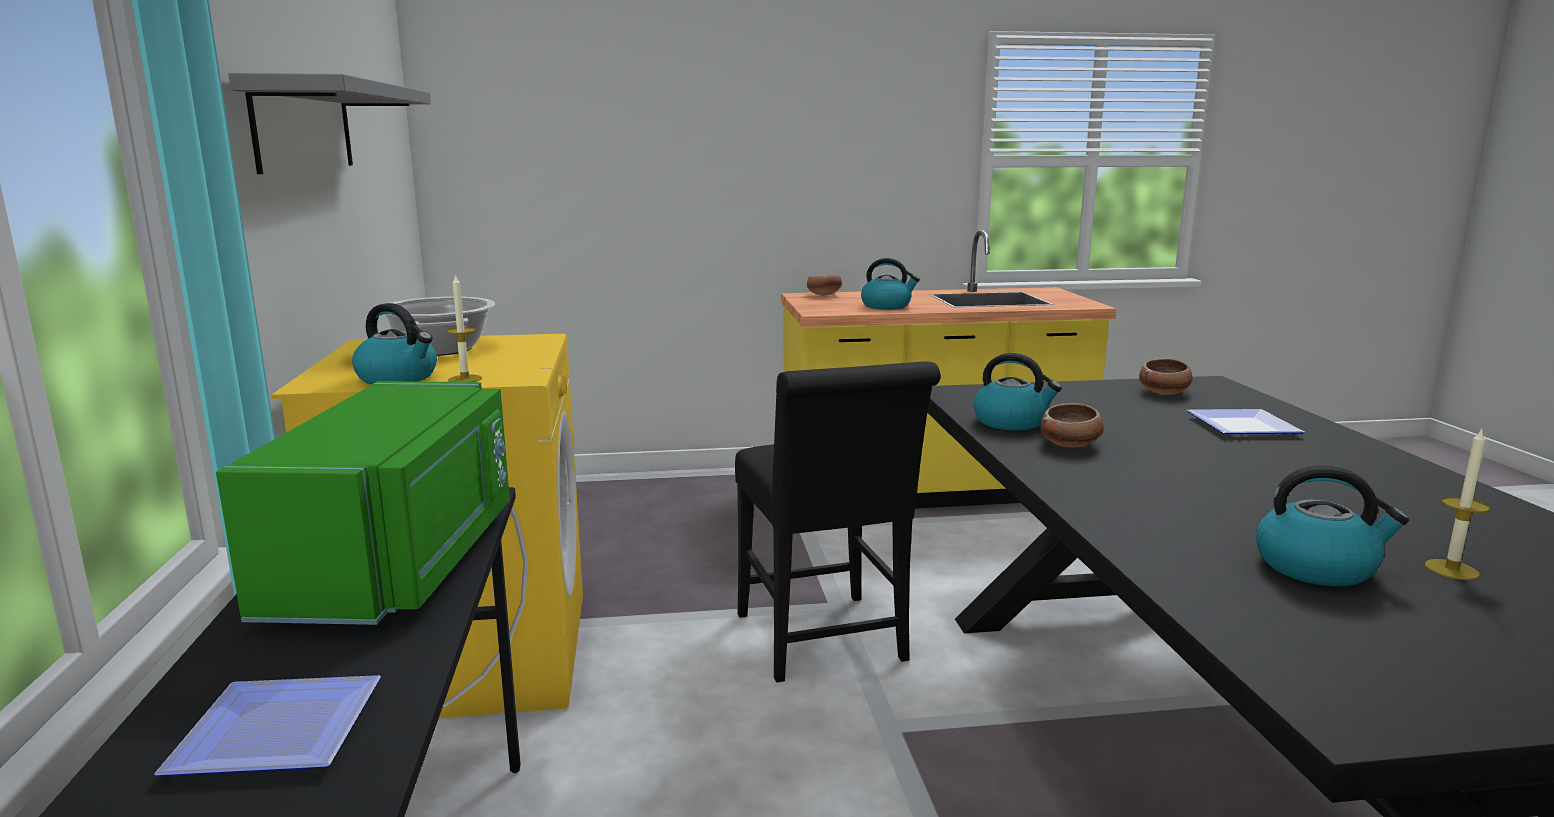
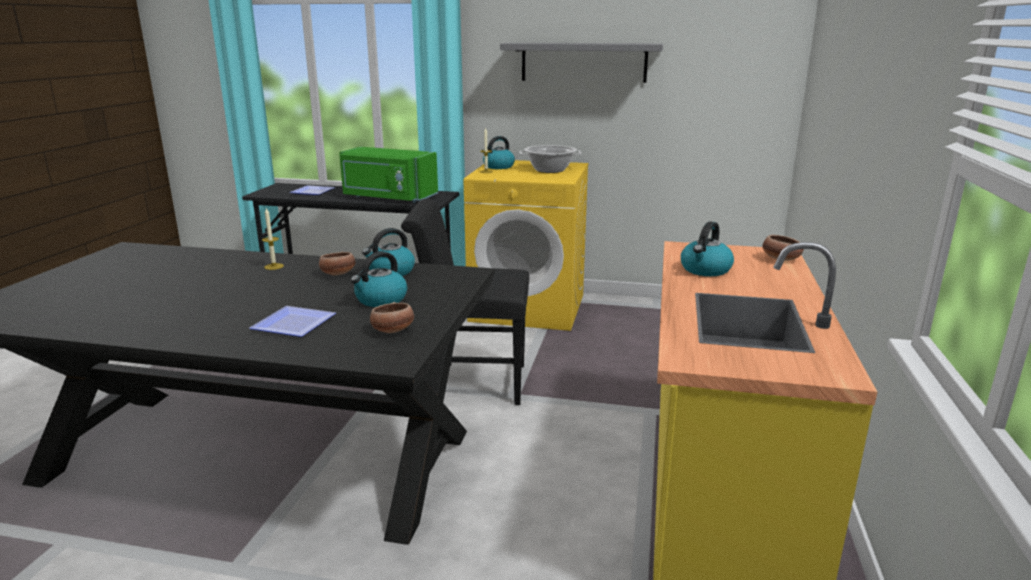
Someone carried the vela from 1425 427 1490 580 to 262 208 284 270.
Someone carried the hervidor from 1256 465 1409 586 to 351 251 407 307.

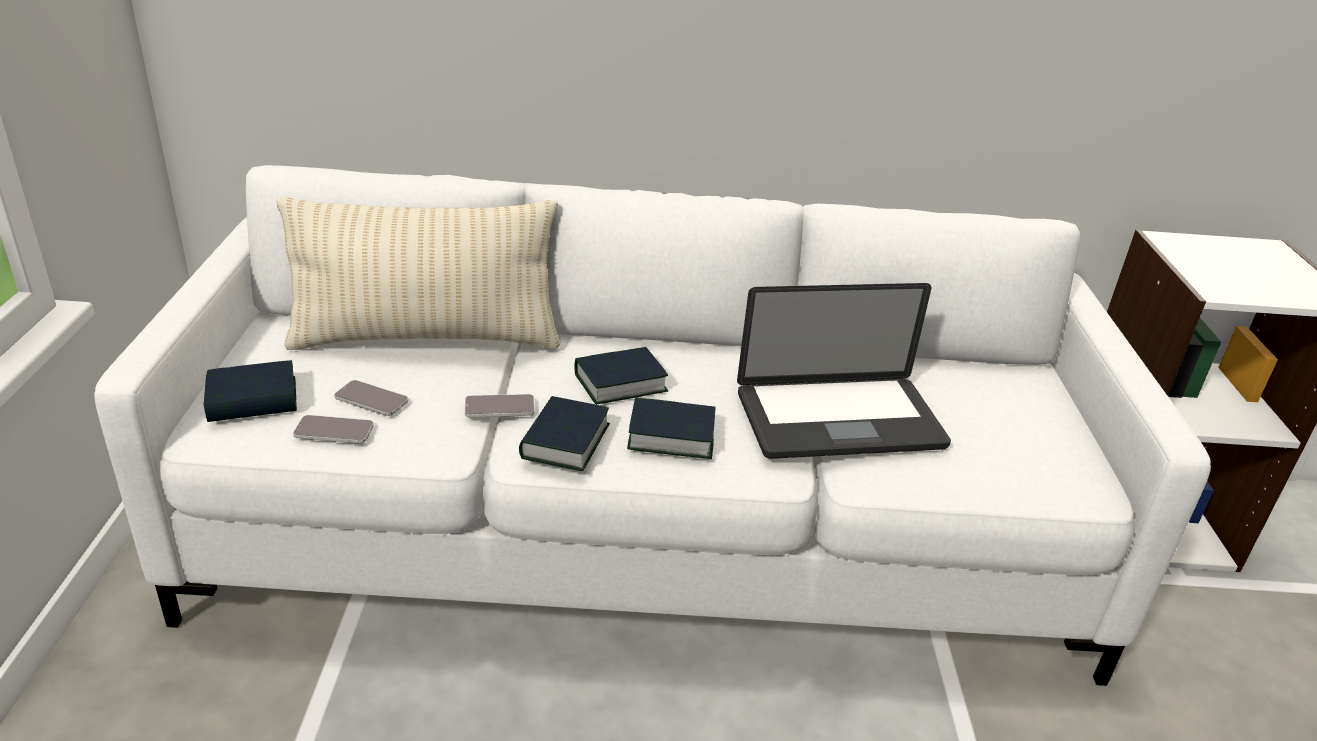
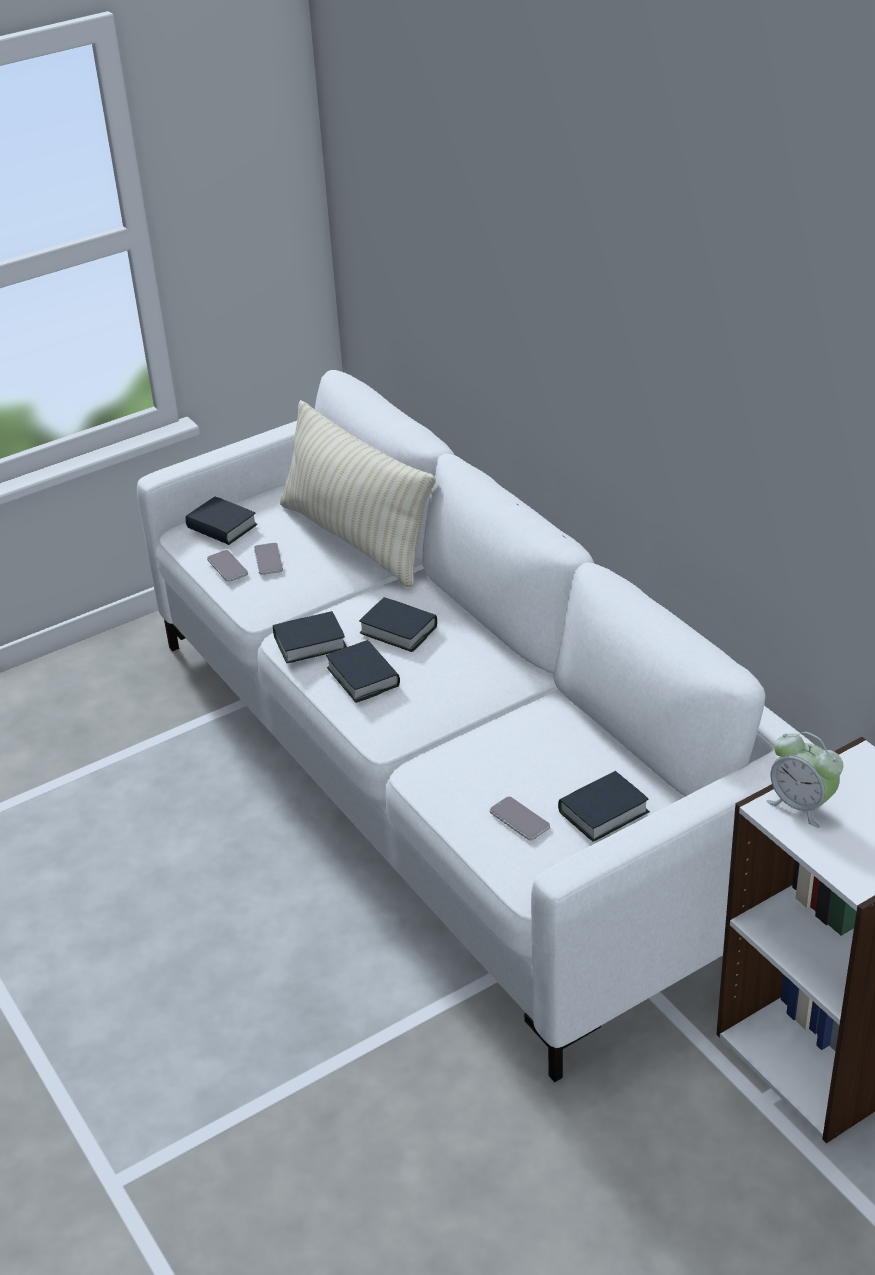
Someone took away the portátil at 737 283 951 459.
Someone carried the móvil from 465 394 535 417 to 490 796 550 840.
Someone put down the despertador at 767 732 843 828.
Someone put down the libro at 558 771 650 842.

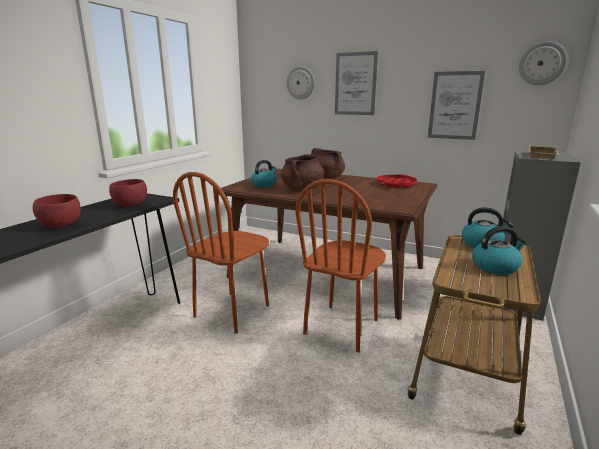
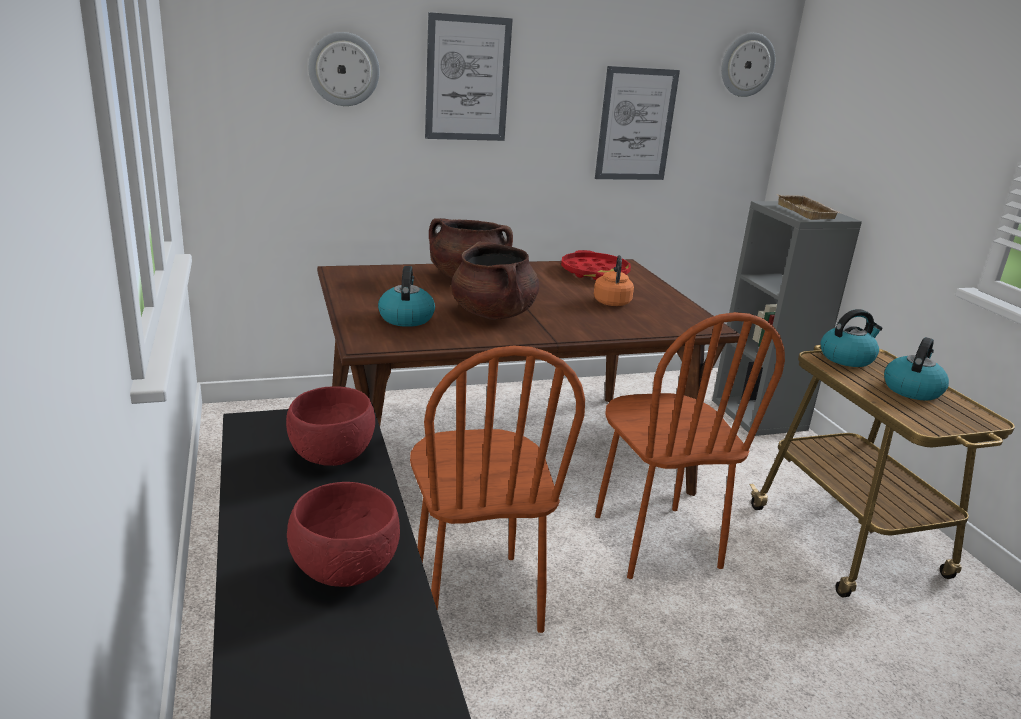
Someone put down the hervidor [naranja] at 594 255 634 306.

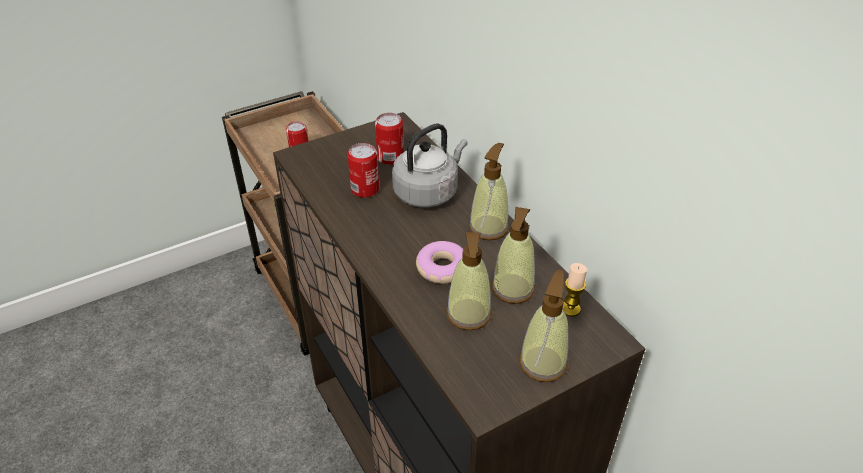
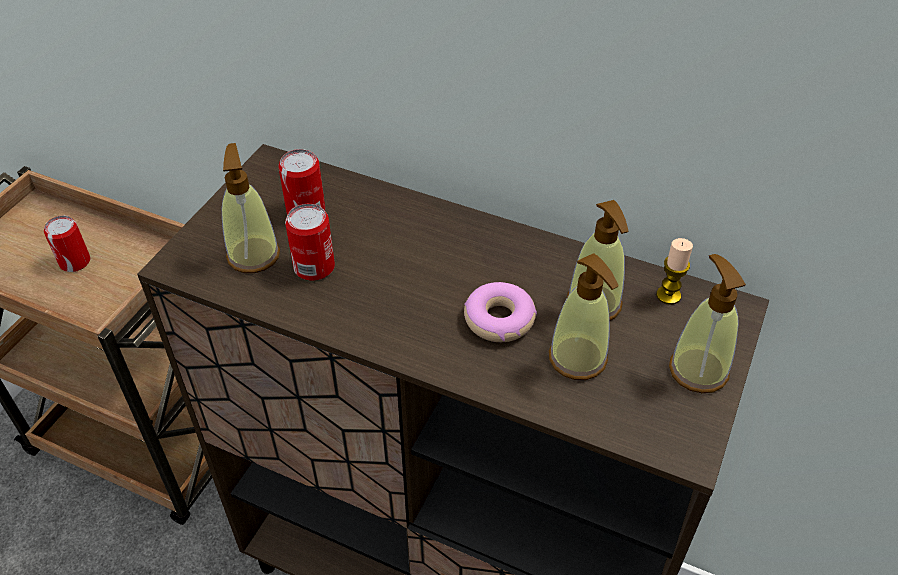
Someone took away the hervidor [gris] at 392 123 467 207.
Someone carried the dispensador de jabón from 469 143 509 240 to 222 143 280 273.

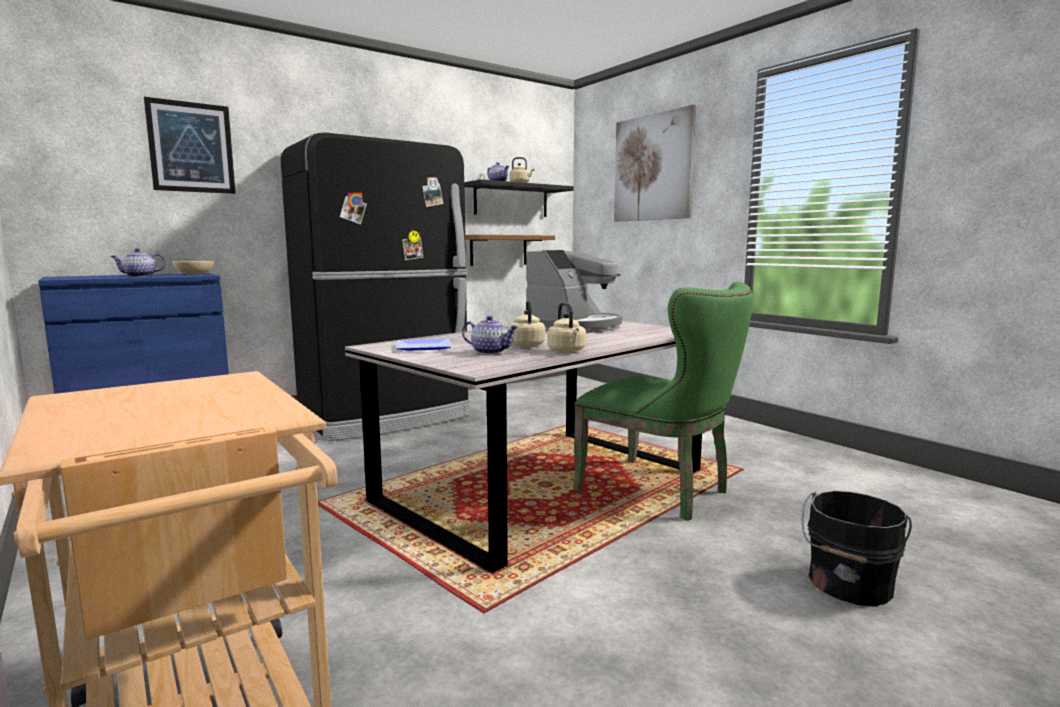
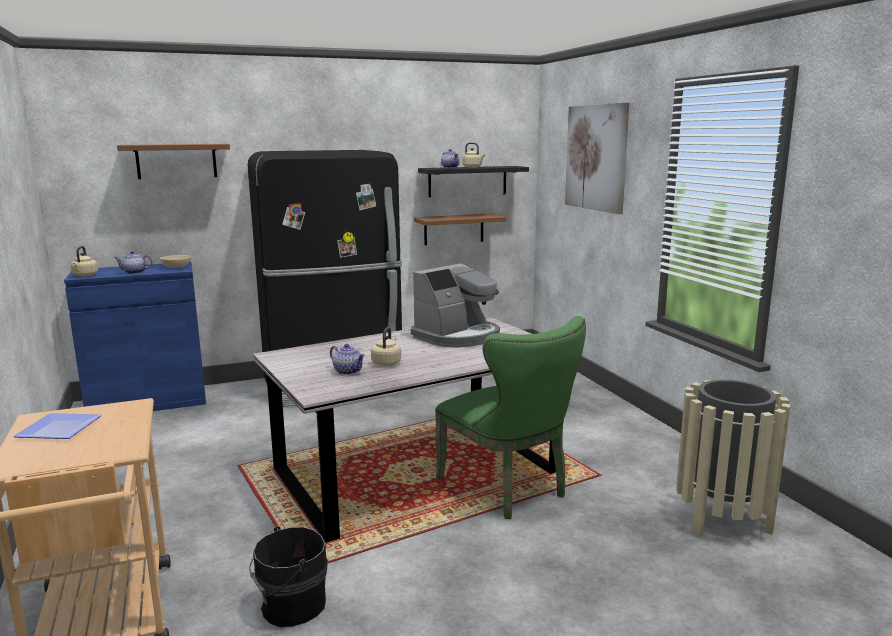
Someone swapped the cuadro at 144 97 235 194 for the estante [marrón] at 117 144 230 179.
Someone carried the hervidor [beis] from 547 302 586 353 to 71 246 98 277.
Someone carried the plato from 396 338 451 351 to 13 413 102 439.
Someone carried the cubo [negro] from 802 491 912 607 to 249 526 328 627.
Someone put down the papelera [beis] at 676 380 791 538.

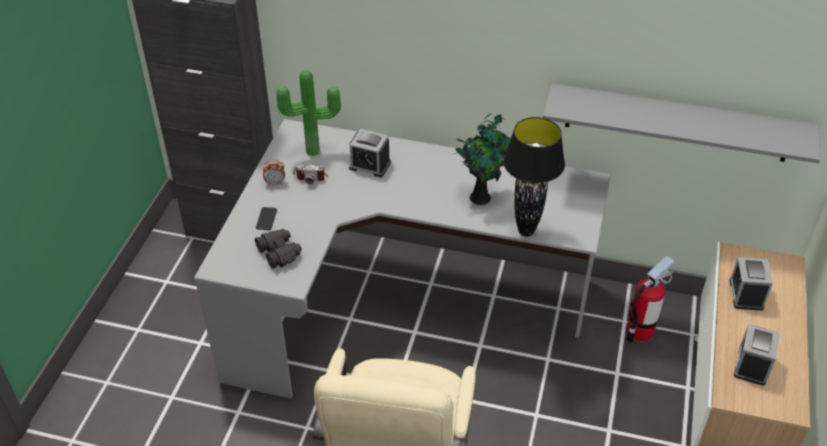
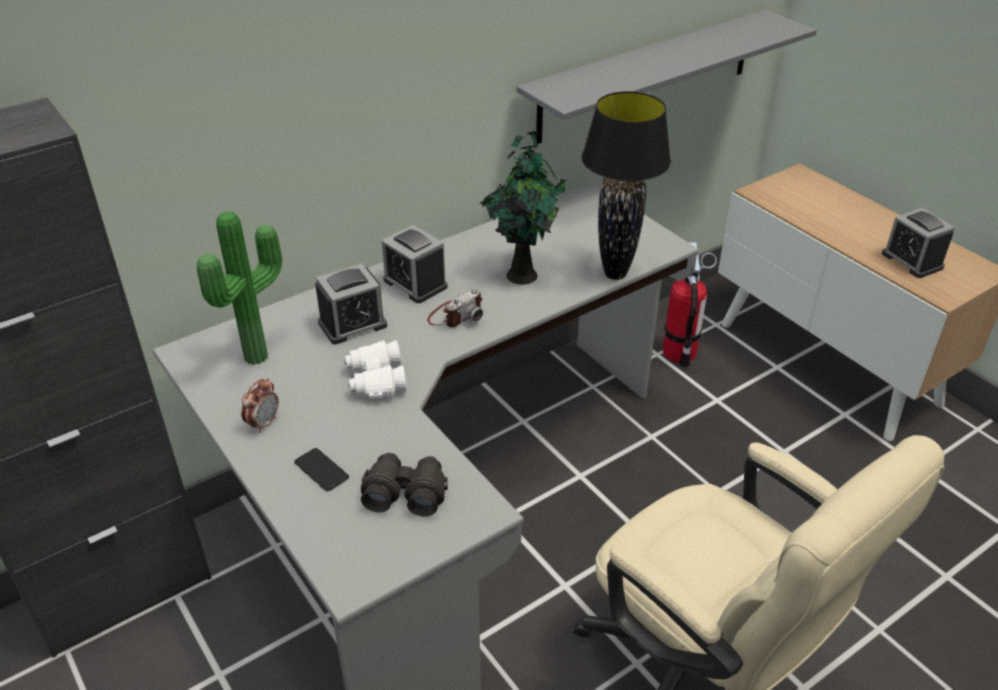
Someone carried the cámara from 293 164 328 184 to 427 289 483 327.
Someone carried the despertador from 729 257 773 311 to 381 225 447 303.
Someone put down the prismáticos [blanco] at 344 340 406 399.

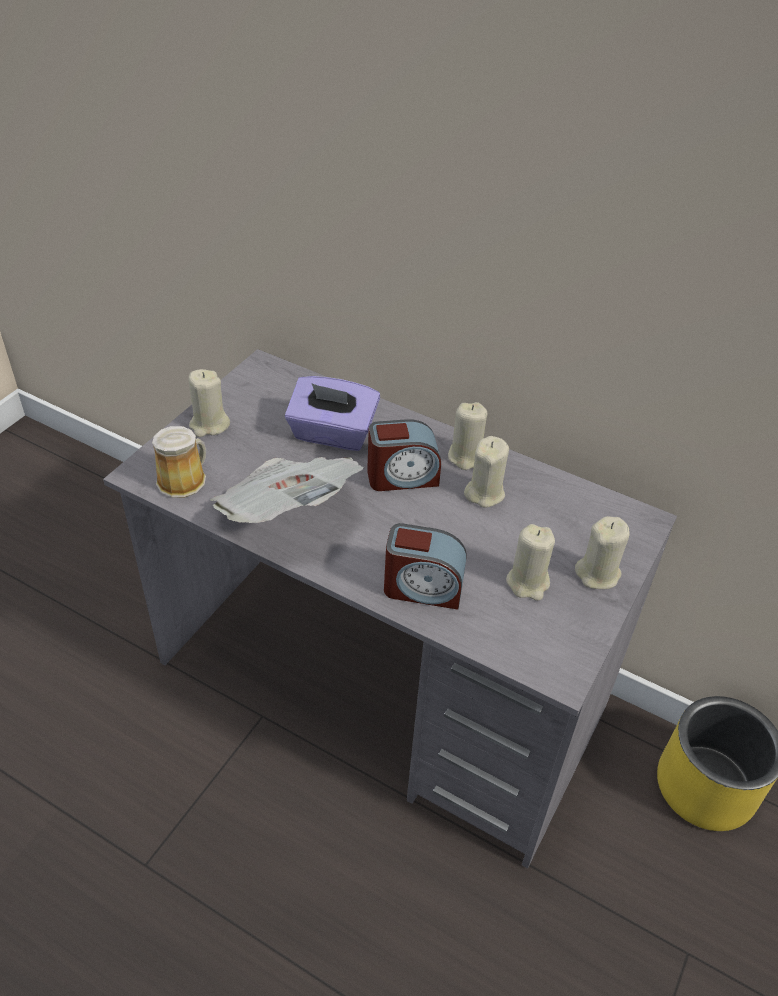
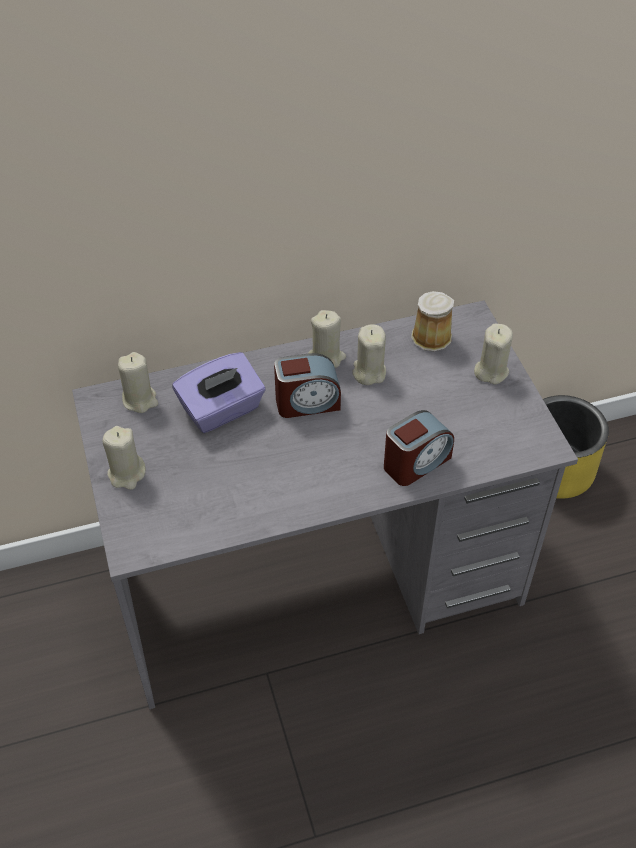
Someone rotated the despertador at 367 419 441 491 by 45 degrees clockwise.
Someone carried the taza grande from 152 426 206 498 to 411 291 454 351.
Someone took away the periódico at 210 457 364 523.
Someone carried the vela [beis] from 506 524 555 601 to 118 352 158 413.

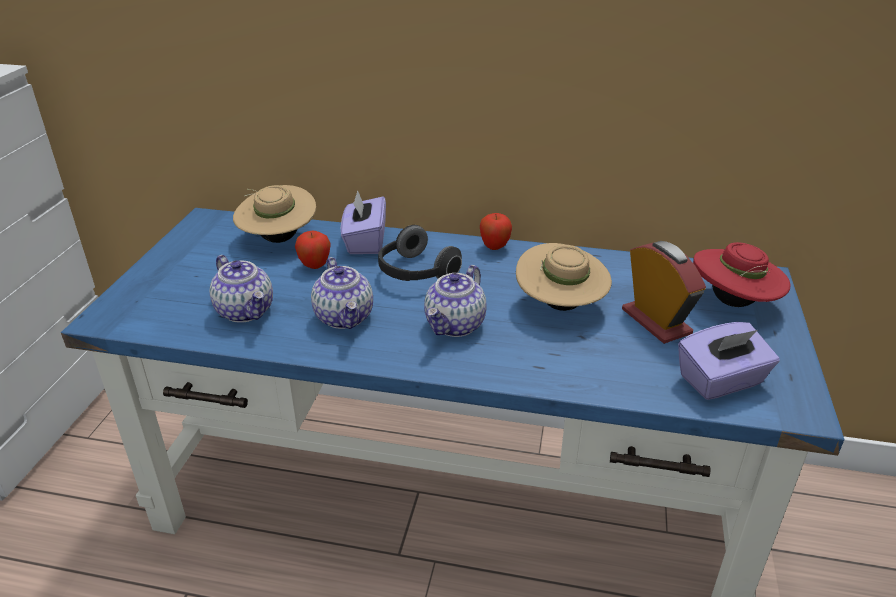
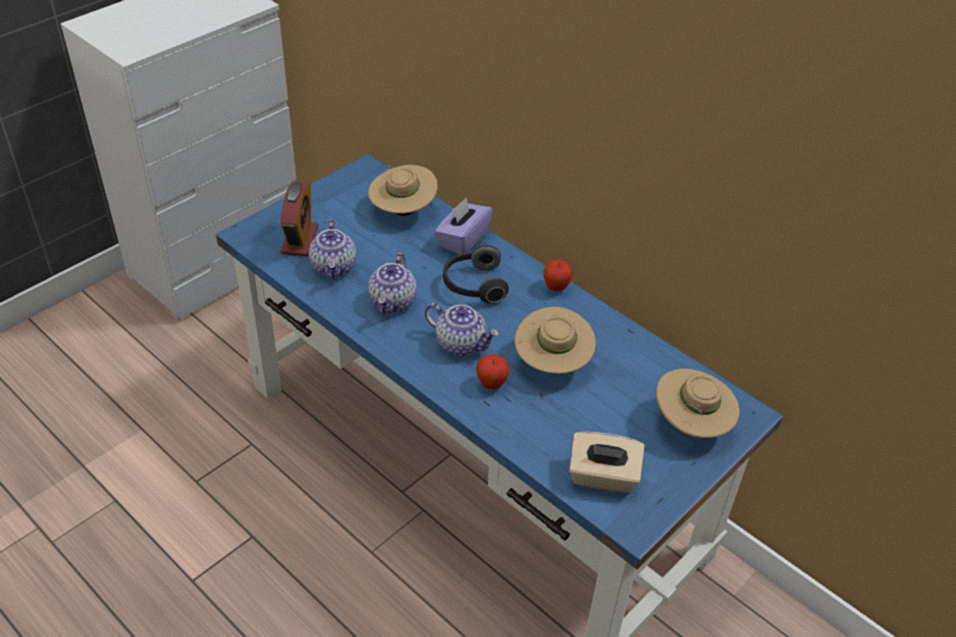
Someone carried the manzana from 295 231 331 269 to 476 354 510 390.
Someone carried the despertador from 622 241 706 344 to 280 182 318 257.
Someone repainted the sombrero [rojo] at 693 242 791 307, which became the sombrero [beis] at 656 369 740 438.
Someone rotated the tetera at 424 265 487 337 by 120 degrees counterclockwise.
Someone repainted the caja de pañuelos [morado] at 678 322 779 400, which became the caja de pañuelos [beis] at 569 432 644 493.

